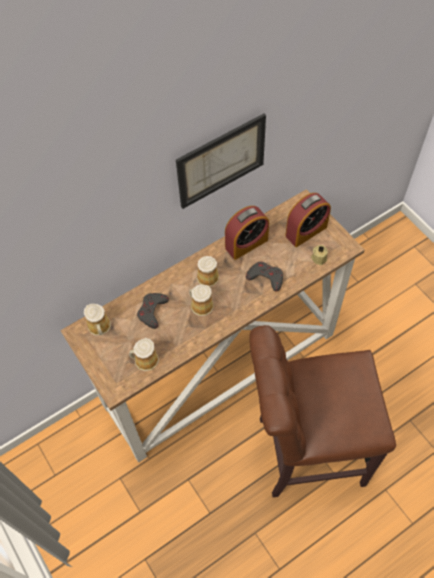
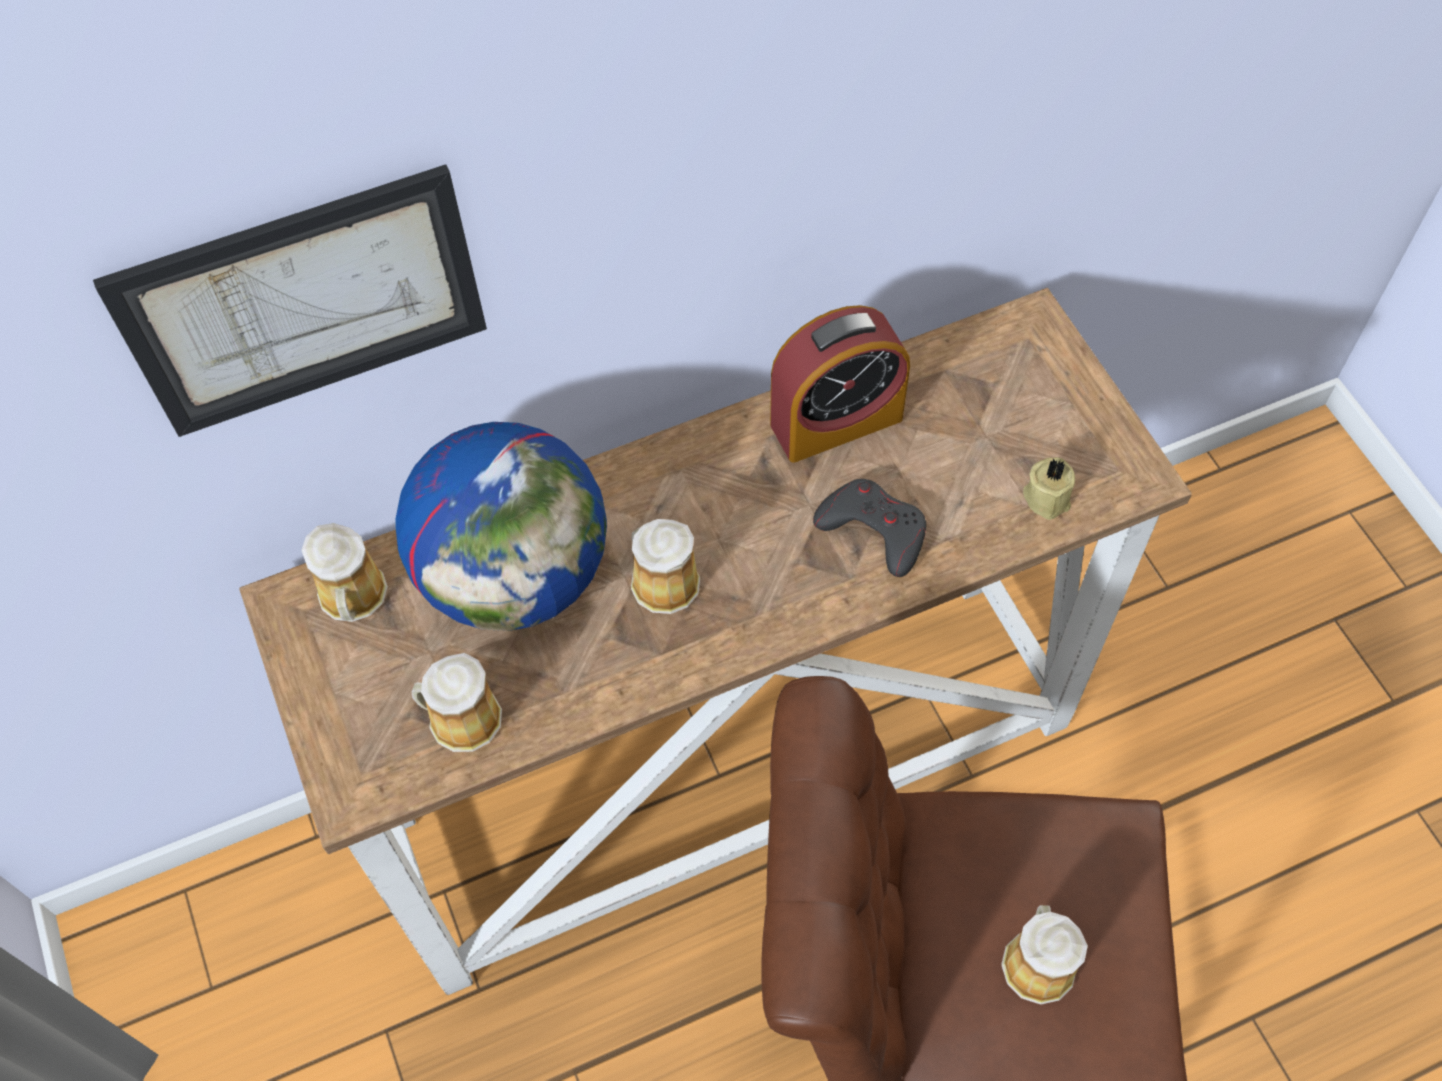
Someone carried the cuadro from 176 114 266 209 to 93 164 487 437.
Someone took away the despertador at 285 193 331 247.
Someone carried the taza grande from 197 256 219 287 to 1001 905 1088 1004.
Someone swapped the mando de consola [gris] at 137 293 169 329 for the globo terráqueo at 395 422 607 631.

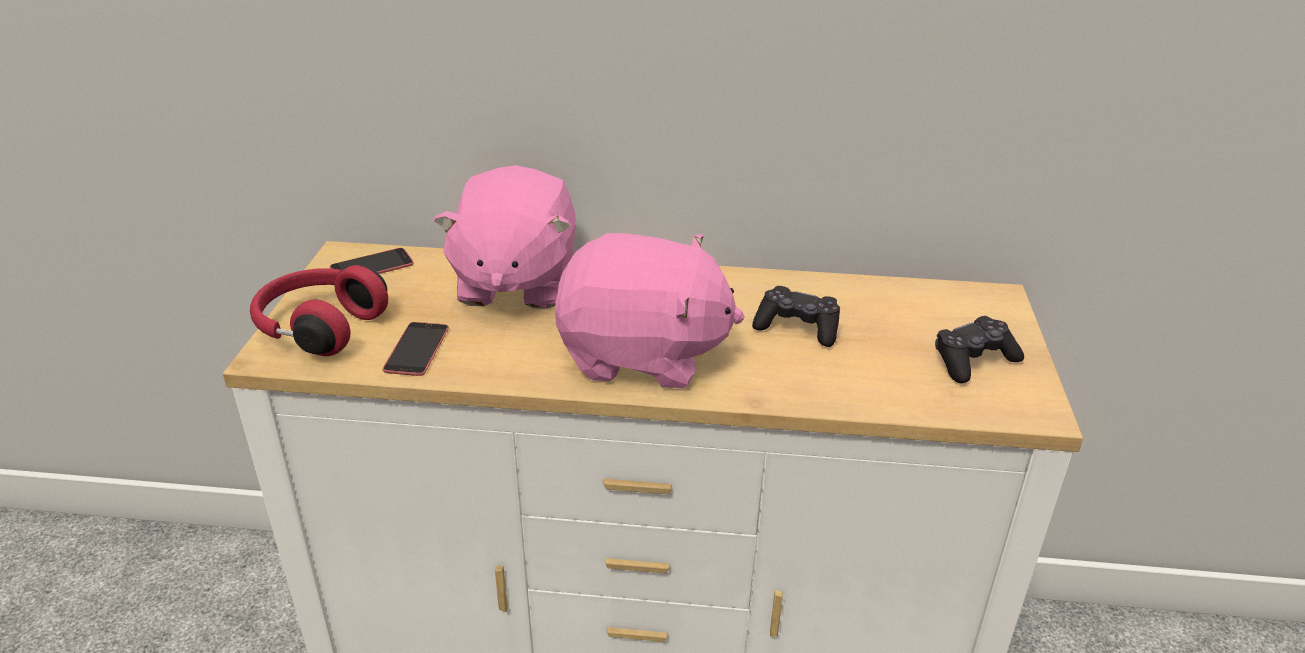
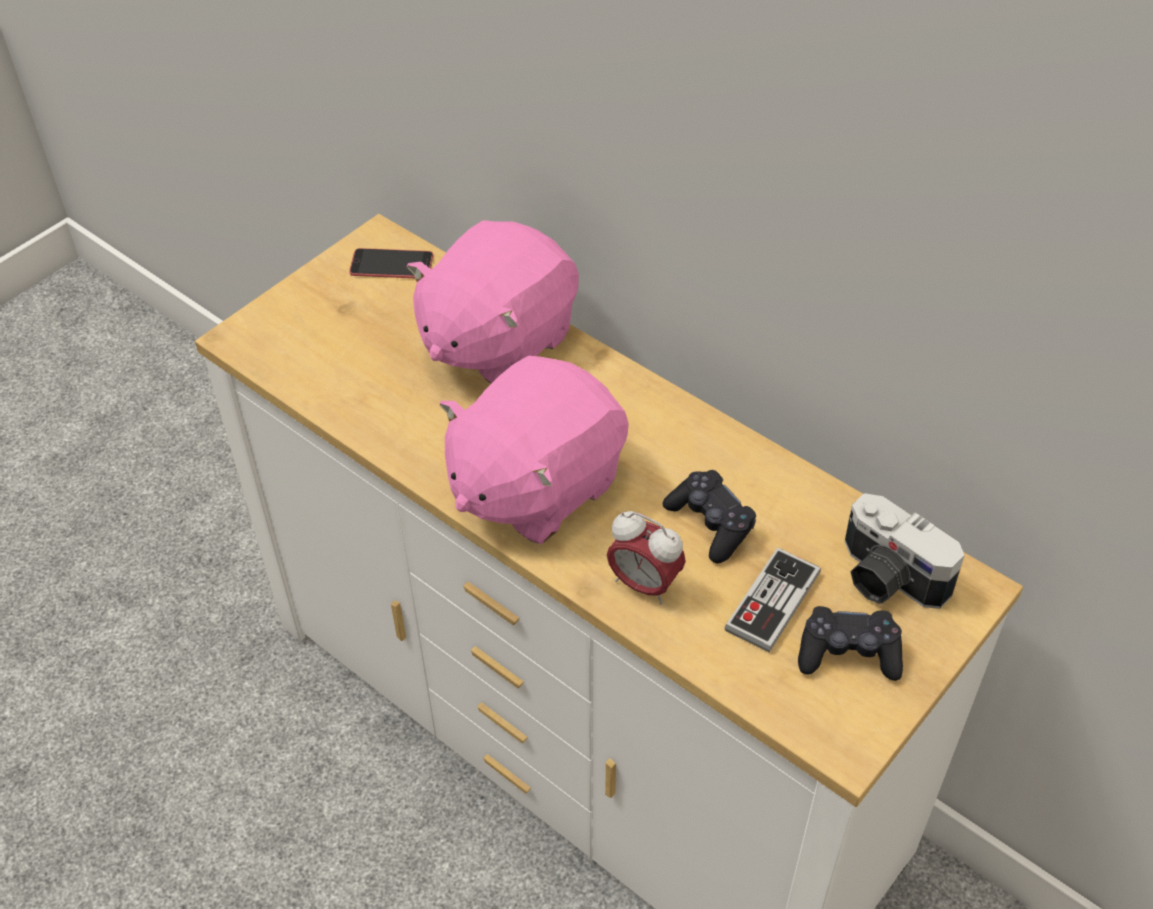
Someone rotated the peluche [rosa] at 555 233 745 388 by 90 degrees clockwise.
Someone took away the auriculares [rojo] at 250 265 388 356.
Someone took away the móvil at 383 322 449 376.
Someone put down the cámara at 845 493 965 609.
Someone put down the despertador at 607 511 686 605.
Someone put down the mando de consola at 725 547 821 652.

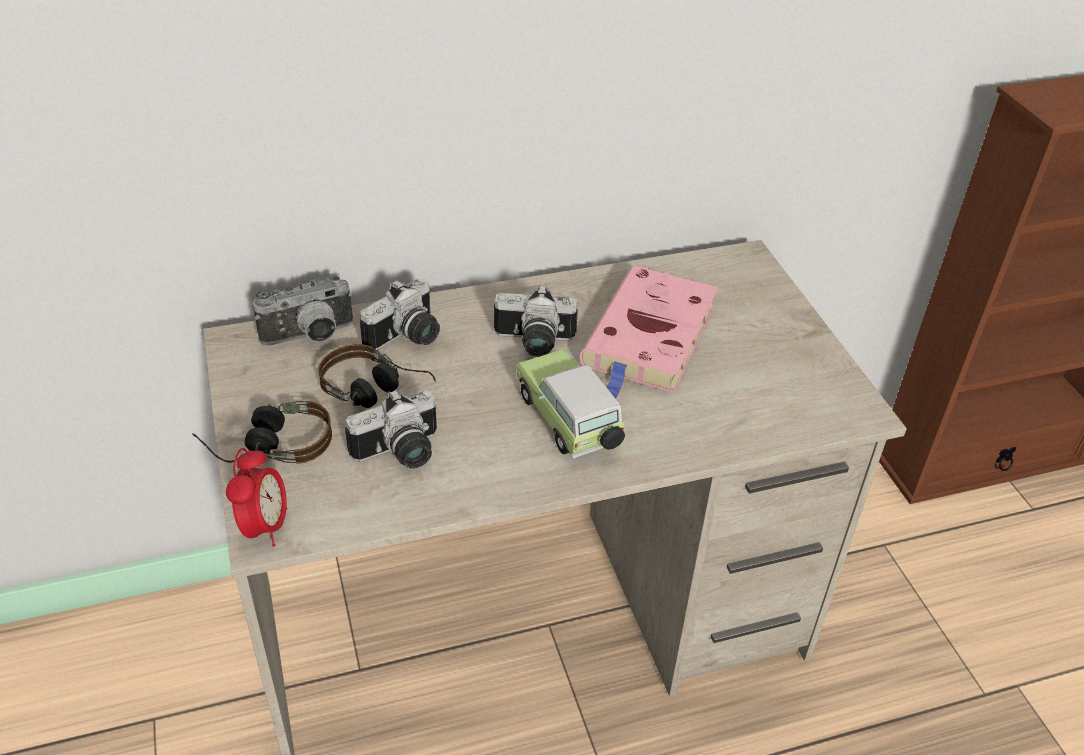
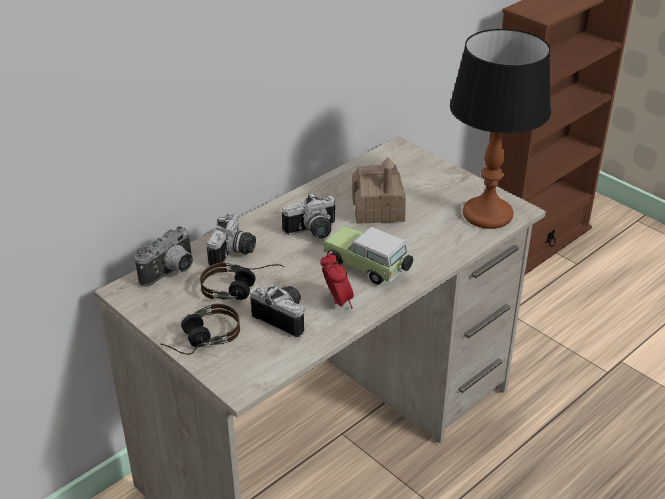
Someone swapped the libro [rosa] at 580 266 718 399 for the casita at 352 157 406 224.
Someone rotated the cámara at 345 389 437 469 by 90 degrees counterclockwise.
Someone carried the despertador from 226 448 287 547 to 320 252 354 308.
Someone put down the lámpara de mesa at 450 29 551 229.

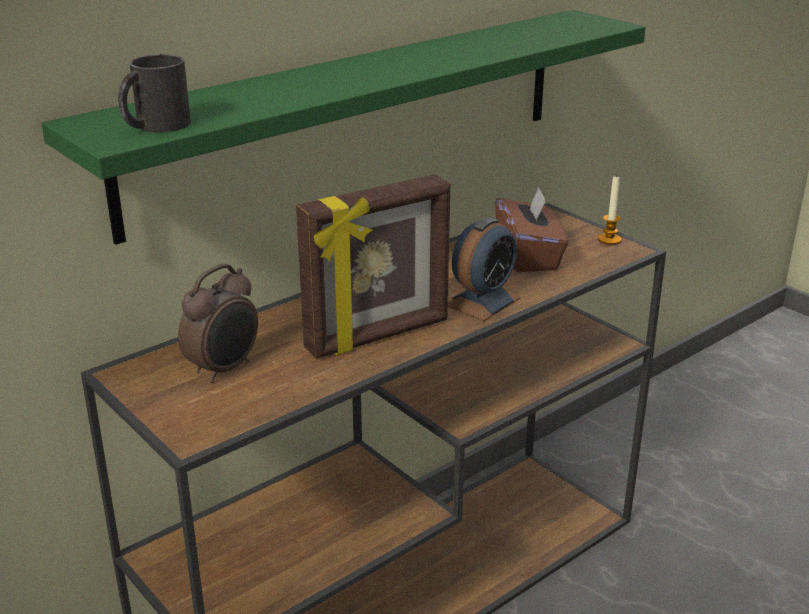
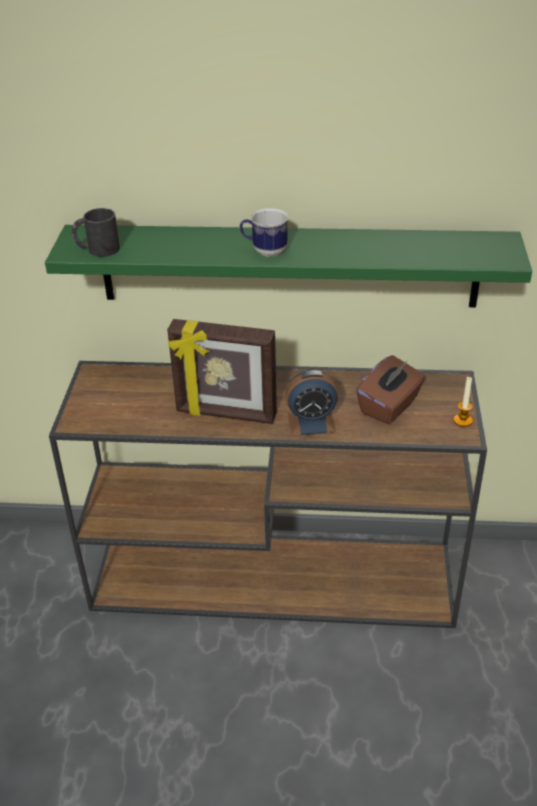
Someone took away the despertador at 178 264 258 383.
Someone put down the taza grande at 240 208 288 257.

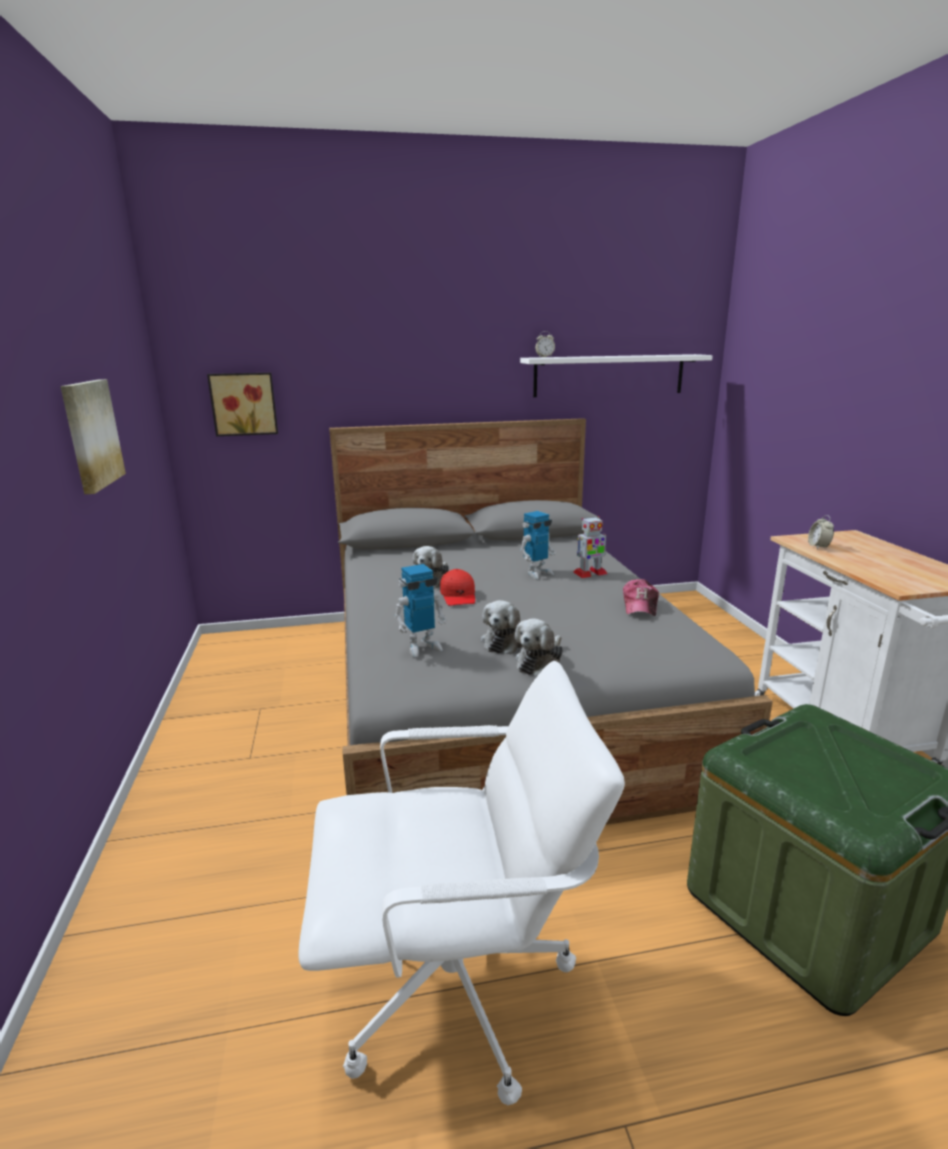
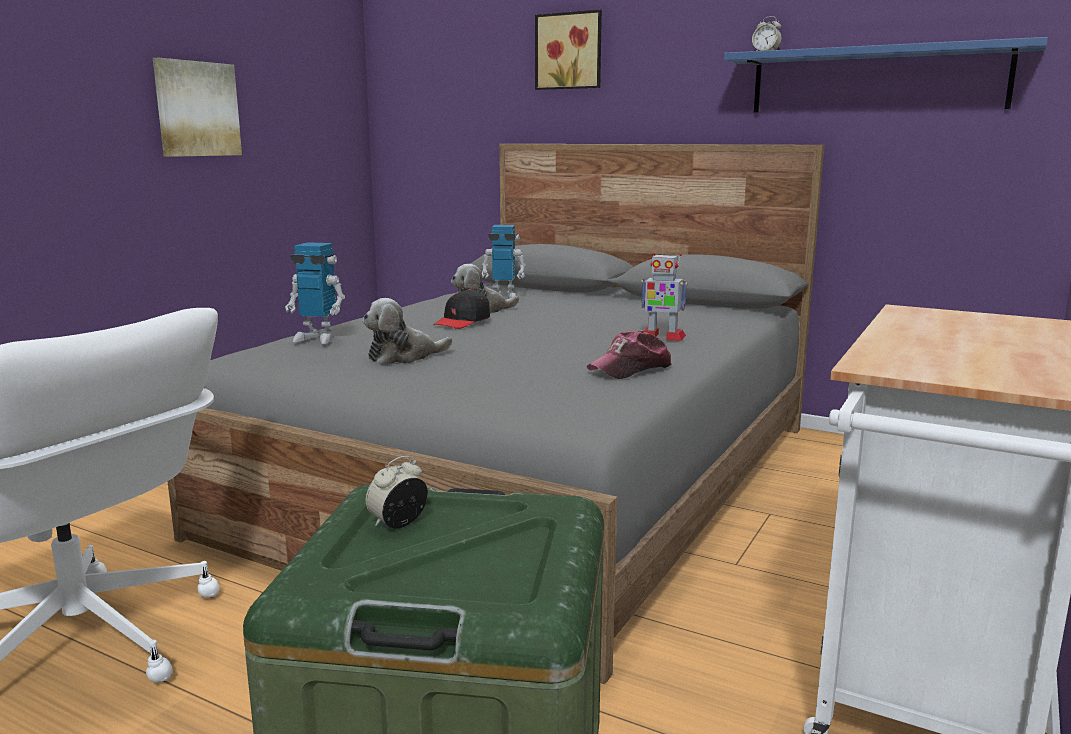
Someone repainted the estante [blanco] at 520 354 713 397, which became the estante [azul] at 724 37 1048 113.
Someone carried the cuadro from 207 373 278 436 to 535 10 602 90.
Someone carried the robot de juguete from 520 511 556 579 to 482 225 526 299.
Someone carried the despertador from 808 515 834 549 to 366 456 428 529.
Someone repainted the gorra [rojo] at 440 569 475 606, which became the gorra [negro] at 433 289 490 329.
Someone took away the peluche at 515 619 563 676.

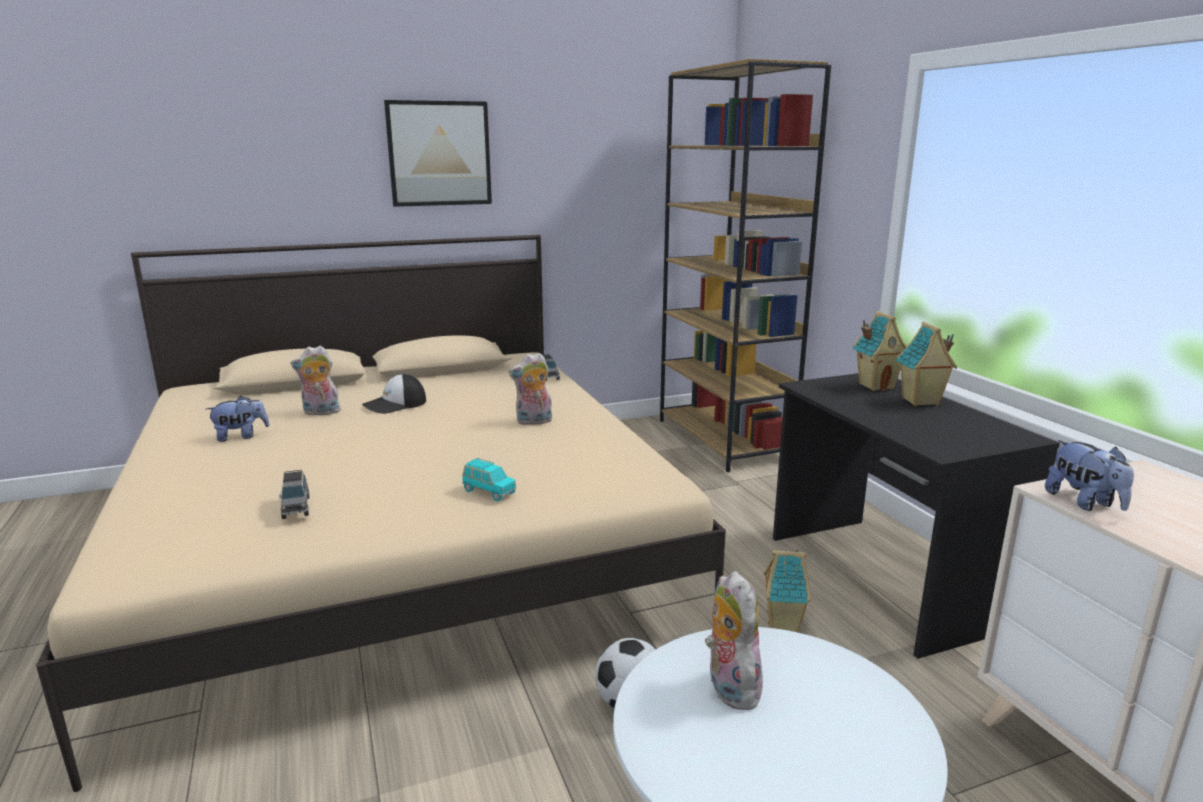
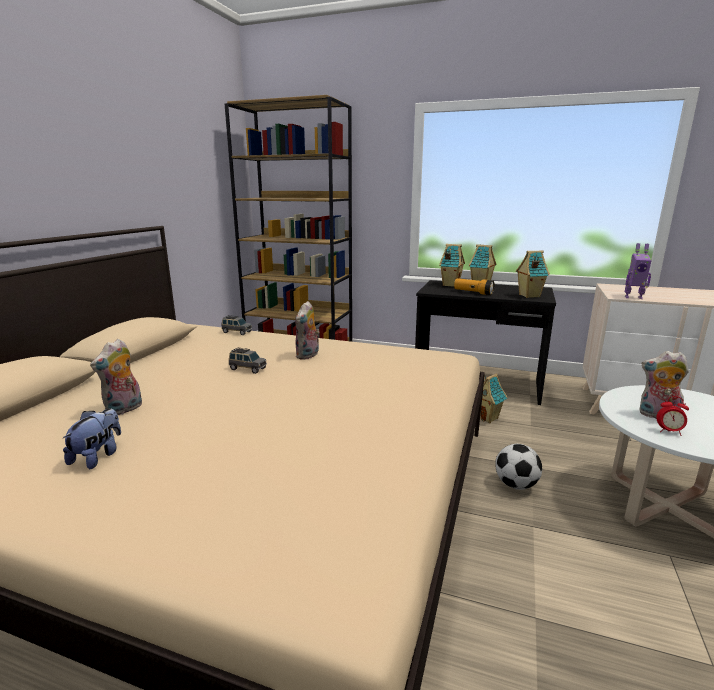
Someone took away the cuadro at 384 100 492 207.
Someone took away the gorra at 362 374 426 414.
Someone swapped the peluche at 1045 440 1134 511 for the robot de juguete at 625 243 652 299.
Someone took away the coche de juguete [turquesa] at 462 458 516 502.
Someone carried the coche de juguete [gris] from 279 470 310 519 to 229 347 267 374.
Someone put down the casita at 516 250 550 298.
Someone put down the linterna at 454 278 495 295.
Someone put down the despertador at 656 396 689 436.

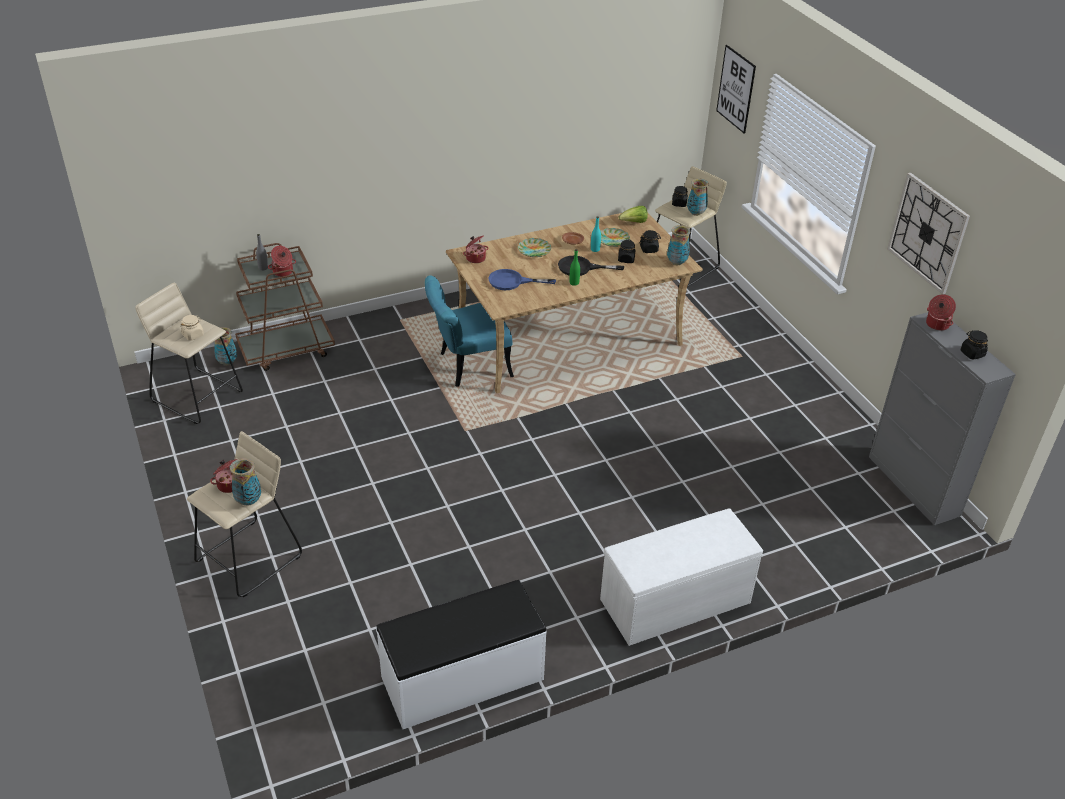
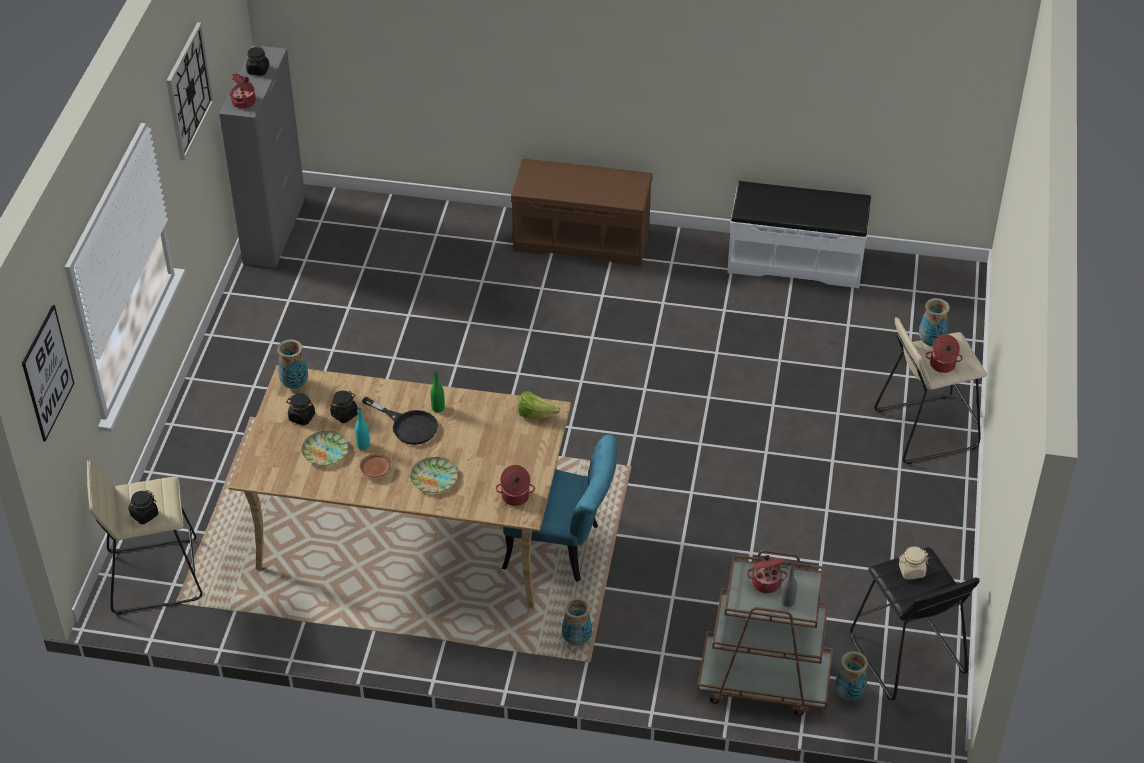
Someone carried the florero from 687 179 709 216 to 562 597 592 646.
Someone carried the lechuga from 619 206 648 223 to 518 392 560 418.
Someone took away the sartén [azul] at 488 269 556 290.
Someone repainted the taburete [beis] at 135 282 243 424, which became the taburete [negro] at 850 547 980 700.
Someone repainted the banco [blanco] at 600 508 763 646, which became the banco [marrón] at 511 159 653 266.

